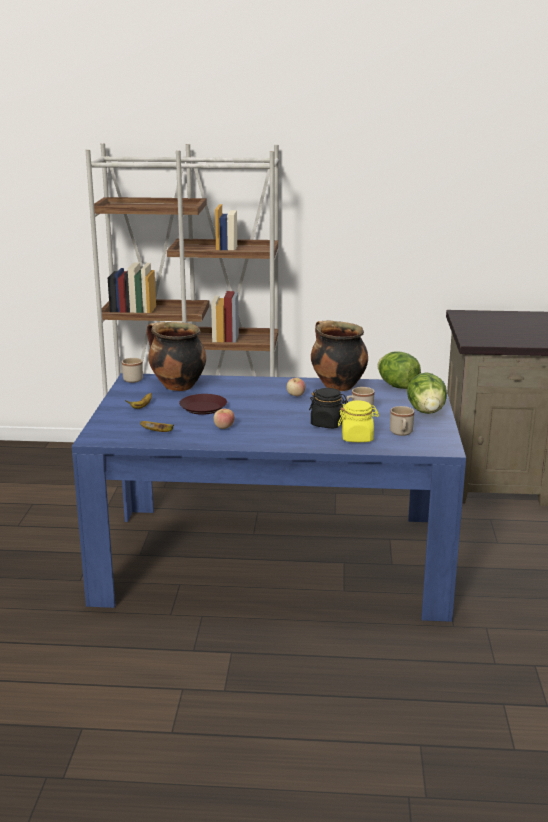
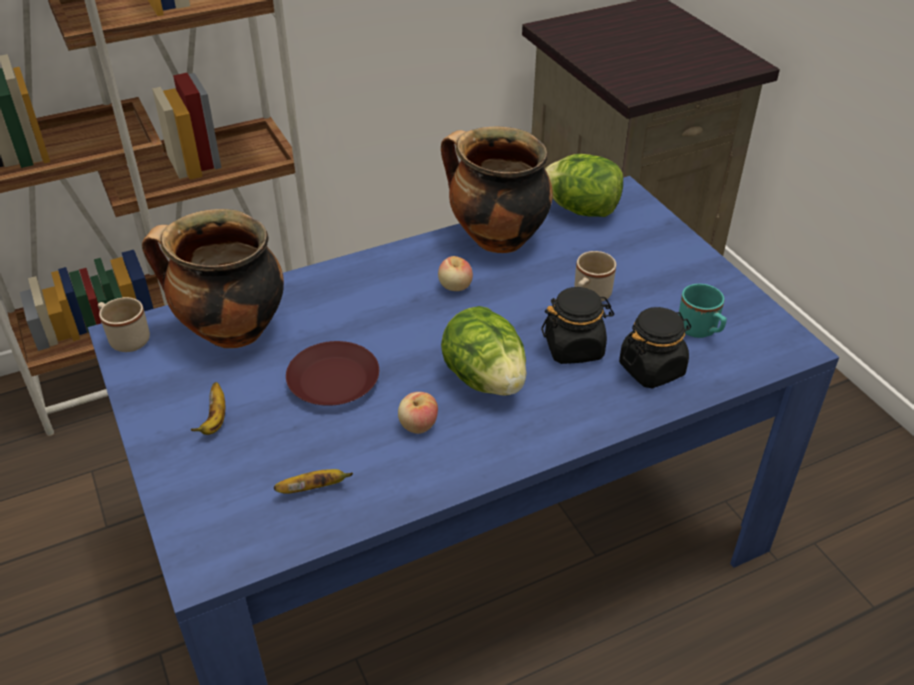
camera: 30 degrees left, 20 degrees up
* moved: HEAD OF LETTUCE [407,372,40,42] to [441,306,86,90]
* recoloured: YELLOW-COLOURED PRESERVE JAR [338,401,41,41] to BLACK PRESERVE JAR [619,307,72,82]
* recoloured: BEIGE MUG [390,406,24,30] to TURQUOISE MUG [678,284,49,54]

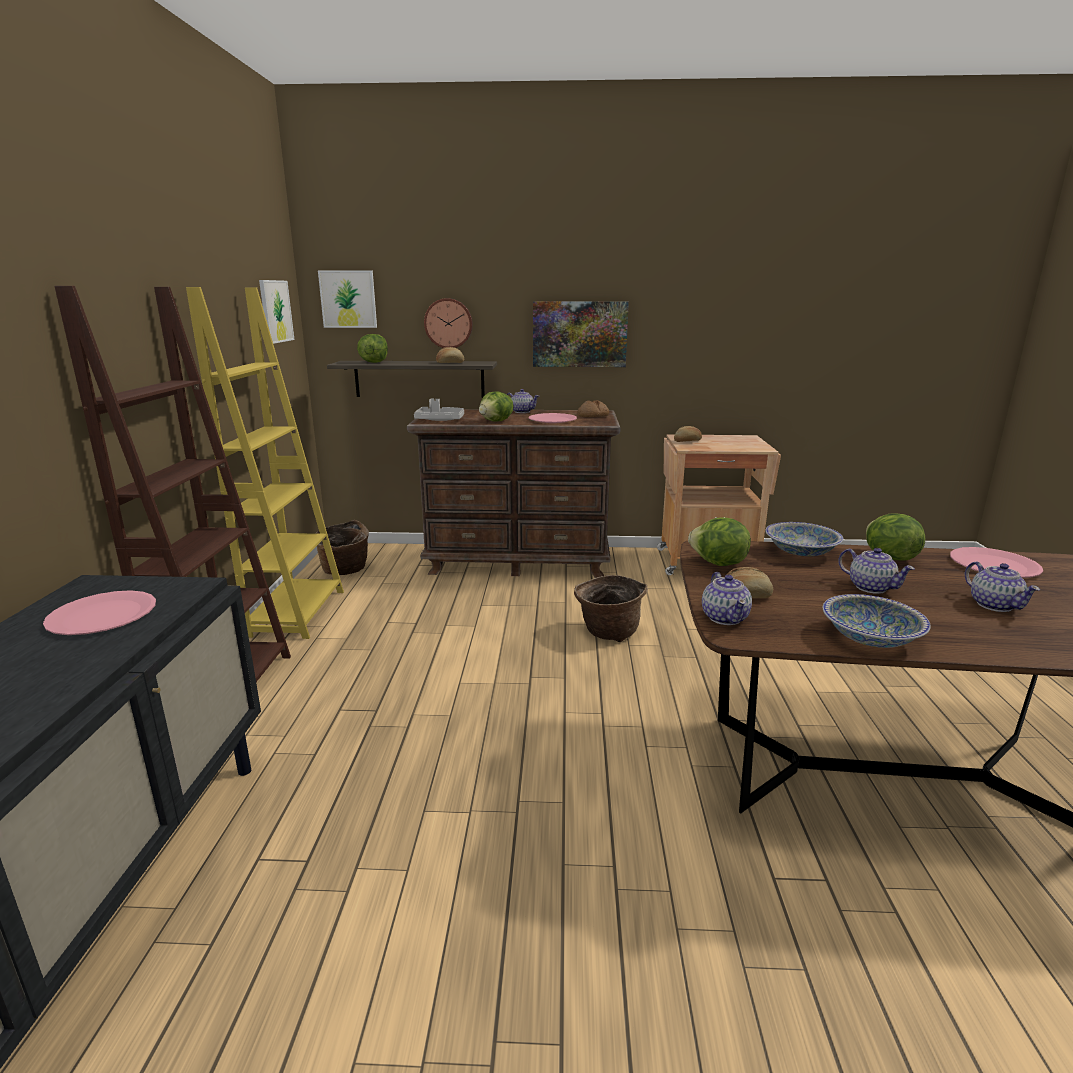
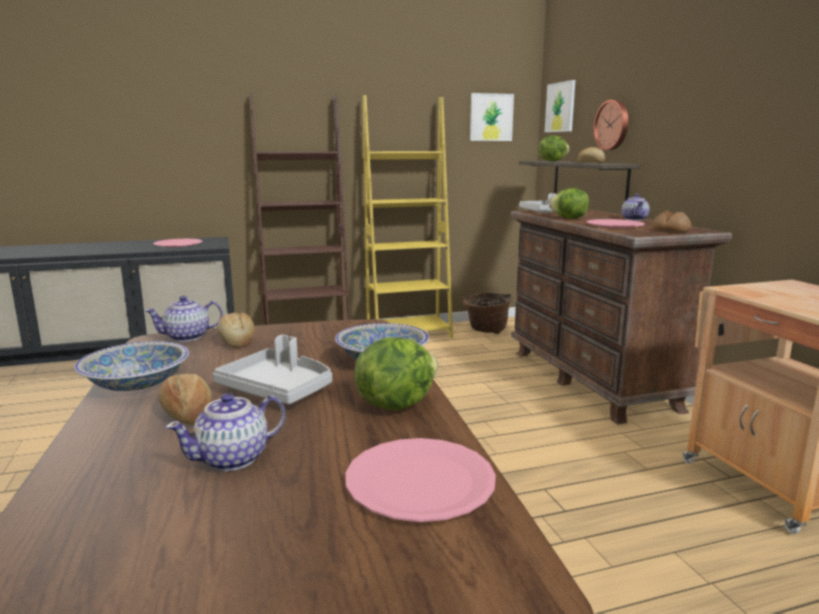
camera: 70 degrees right, 5 degrees down
* removed: WALL PICTURE [533,301,96,66]
* moved: BREAD [674,426,28,16] to [159,374,53,50]
* removed: HEAD OF LETTUCE [688,517,63,49]
* replaced: TEAPOT [838,548,77,46] to GREY CARRYING TRAY [213,335,119,69]
* removed: HOUSEHOLD BASKET [574,575,74,67]

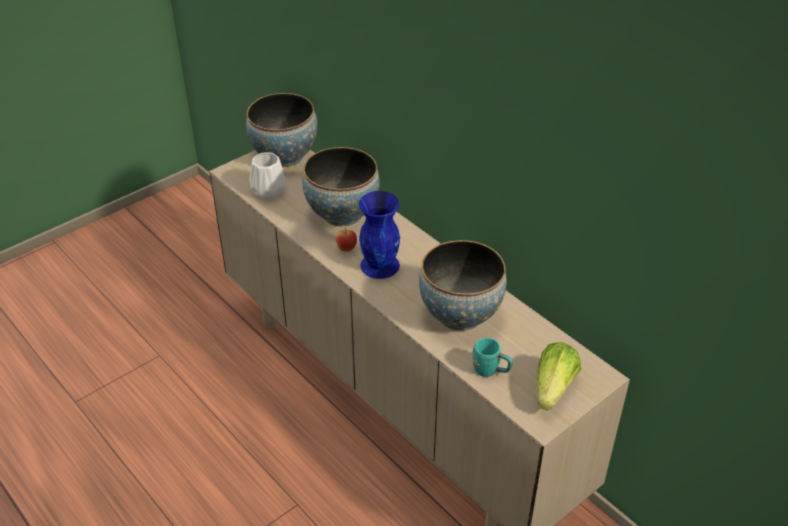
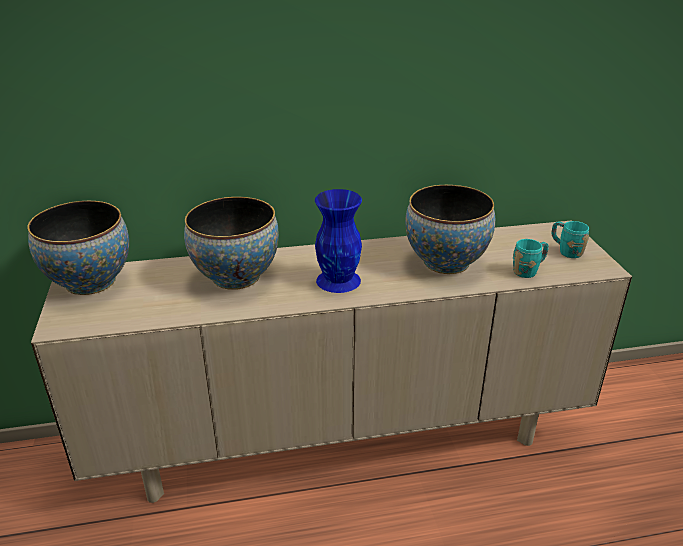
camera: 60 degrees left, 10 degrees down
* removed: WHITISH VASE [249,152,37,47]
* removed: APPLE FRUIT [336,228,21,24]
* replaced: HEAD OF LETTUCE [536,342,45,69] to TURQUOISE MUG [552,221,37,37]

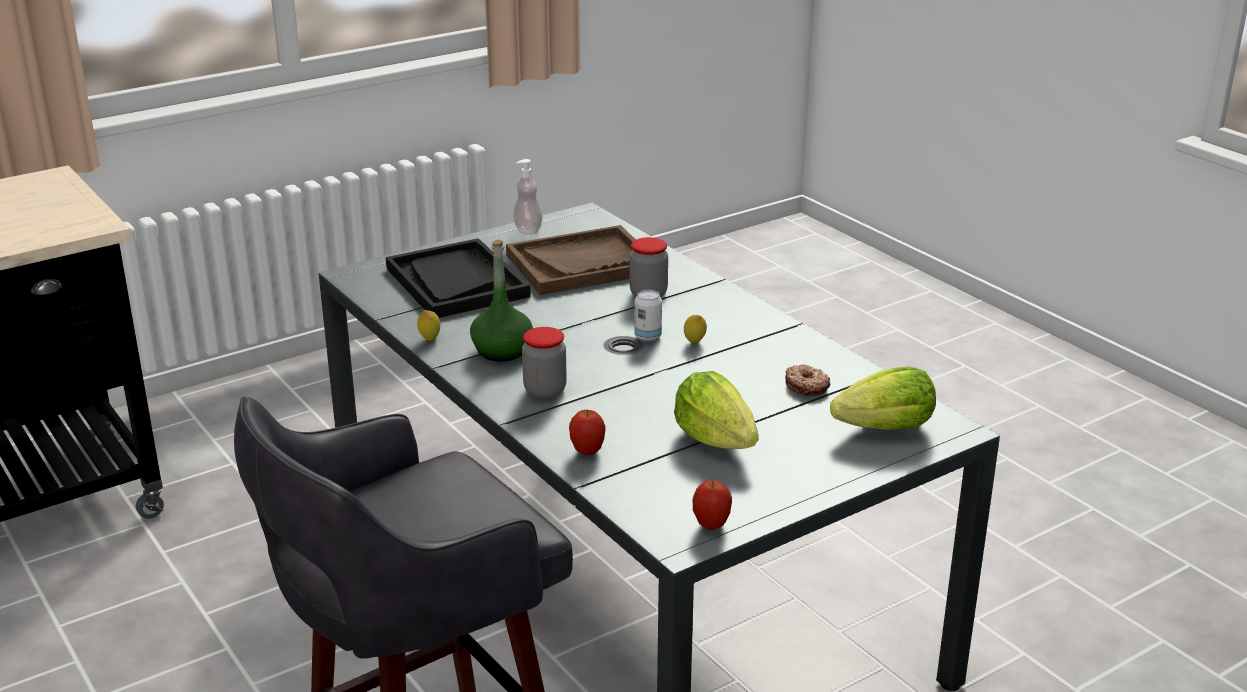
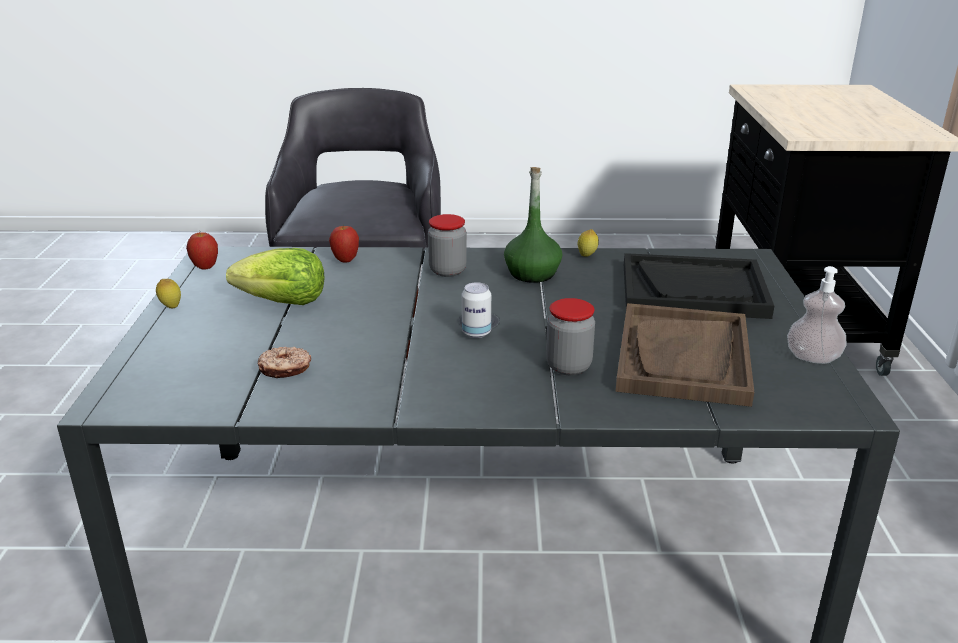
camera: 125 degrees right, 0 degrees up
* moved: WHOLE LEMON [684,315,23,28] to [156,279,25,29]
* removed: HEAD OF LETTUCE [830,367,106,63]

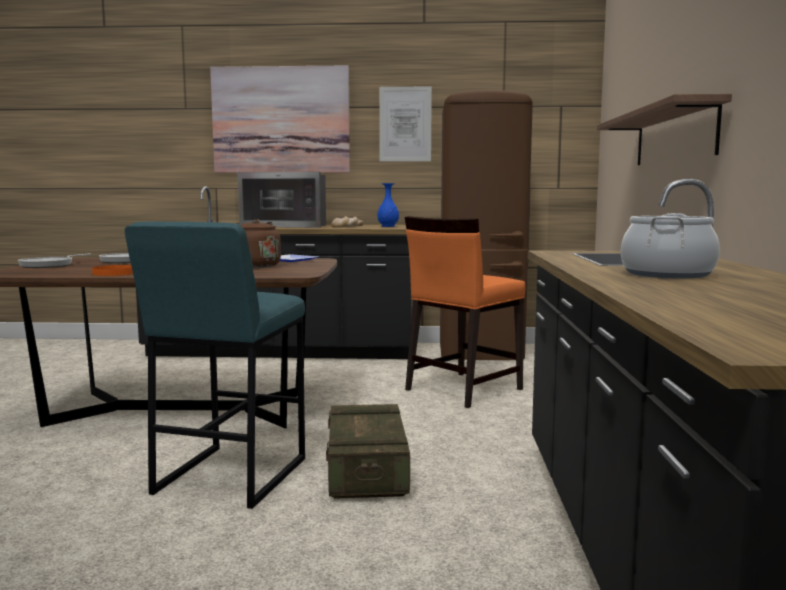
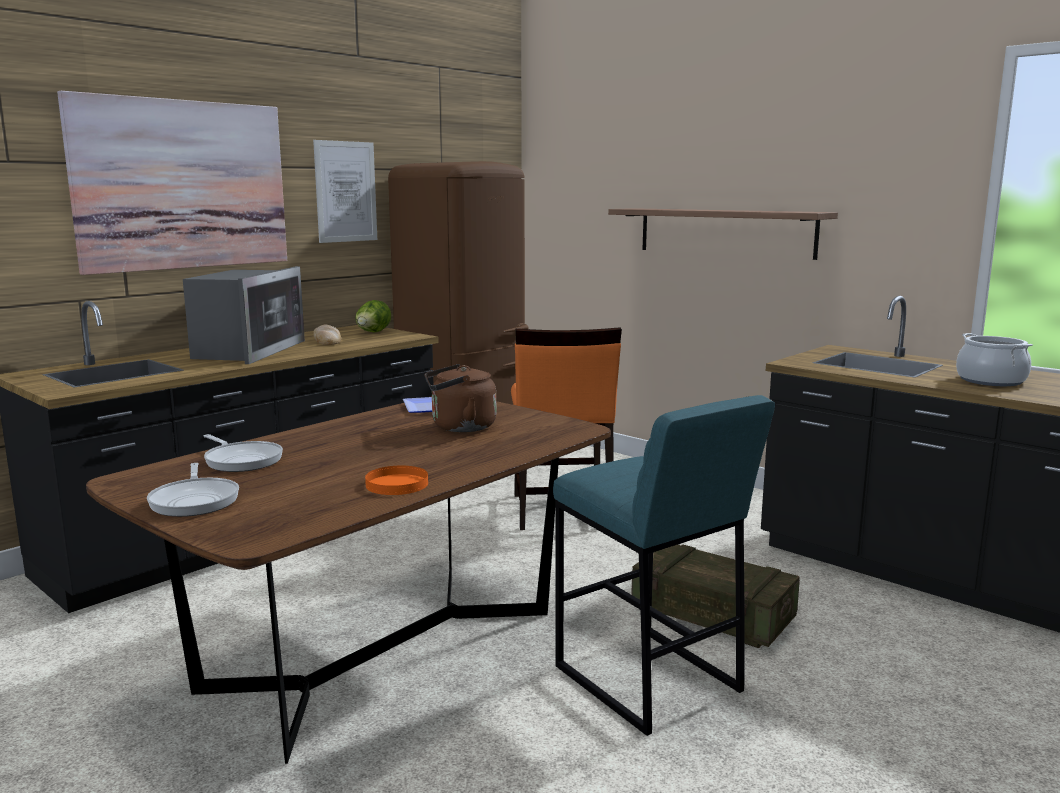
camera: 50 degrees left, 5 degrees up
* turned: MICROWAVE [237,172,89,56] = [183,266,122,98] 45 degrees counterclockwise
* replaced: BLUISH VASE [377,183,22,44] to HEAD OF LETTUCE [355,300,36,32]

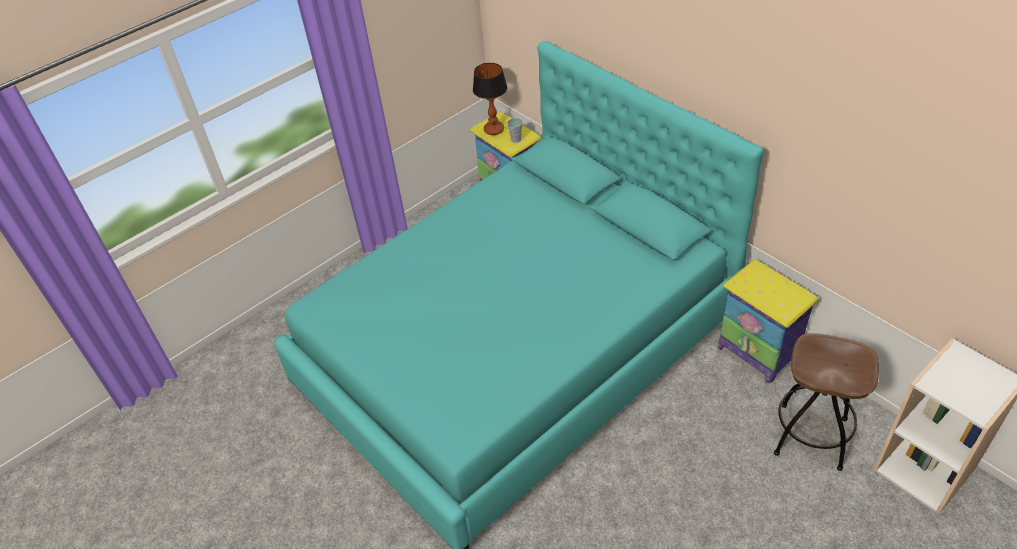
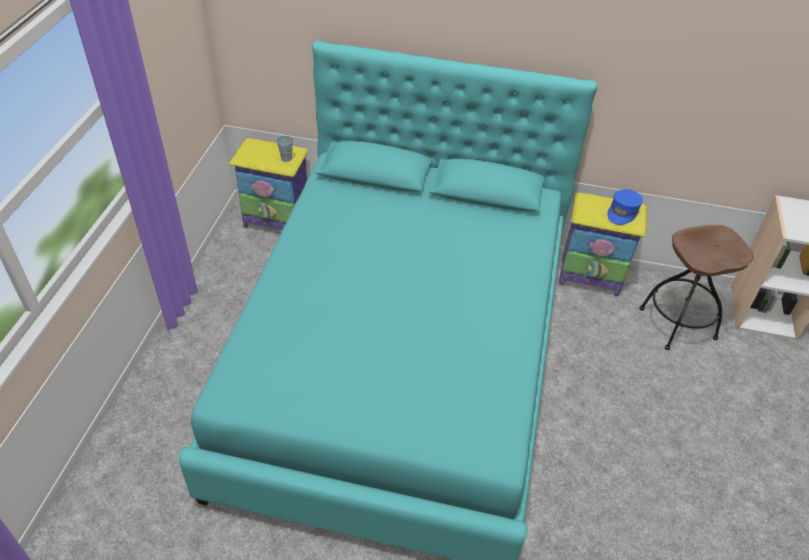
camera: 40 degrees left, 0 degrees up
* removed: TABLE LAMP [473,63,34,72]
* added: BLUISH PEAKED CAP [607,189,36,36]

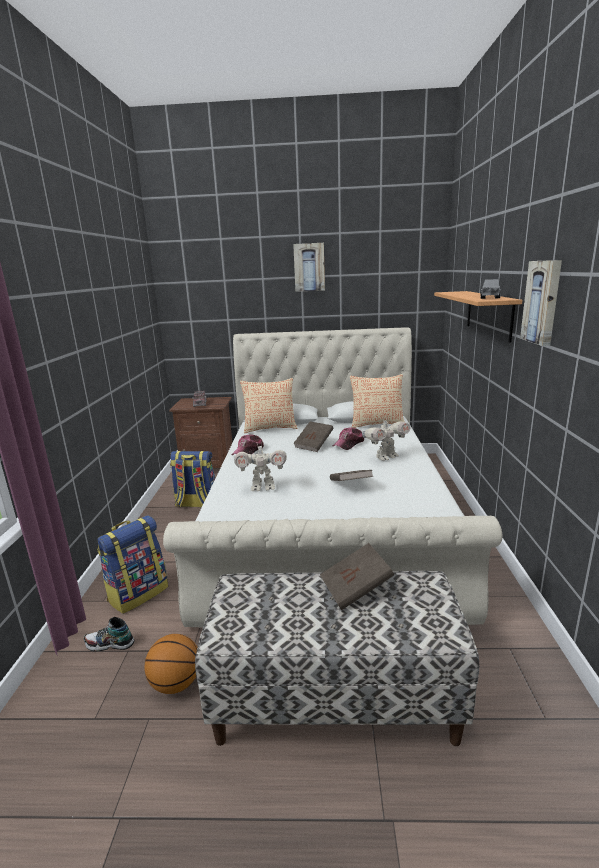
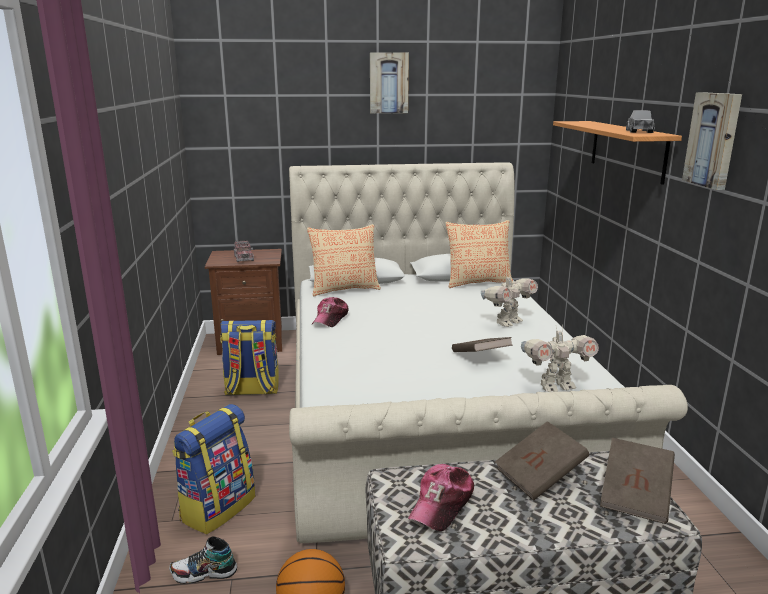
camera: 10 degrees left, 0 degrees up
* moved: BROWNISH BOUND BOOK [293,422,40,30] to [600,438,75,86]
* moved: PEAKED CAP [333,427,32,23] to [408,464,66,67]
* moved: MODEL ROBOT [234,444,53,47] to [521,324,78,68]

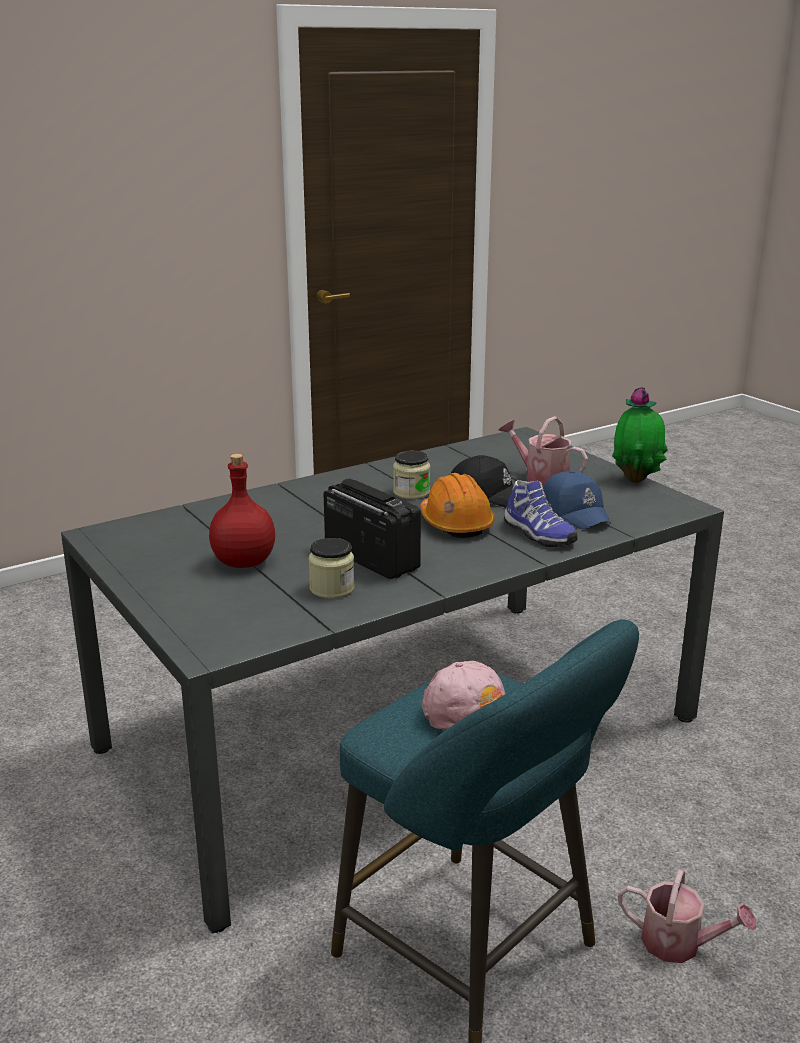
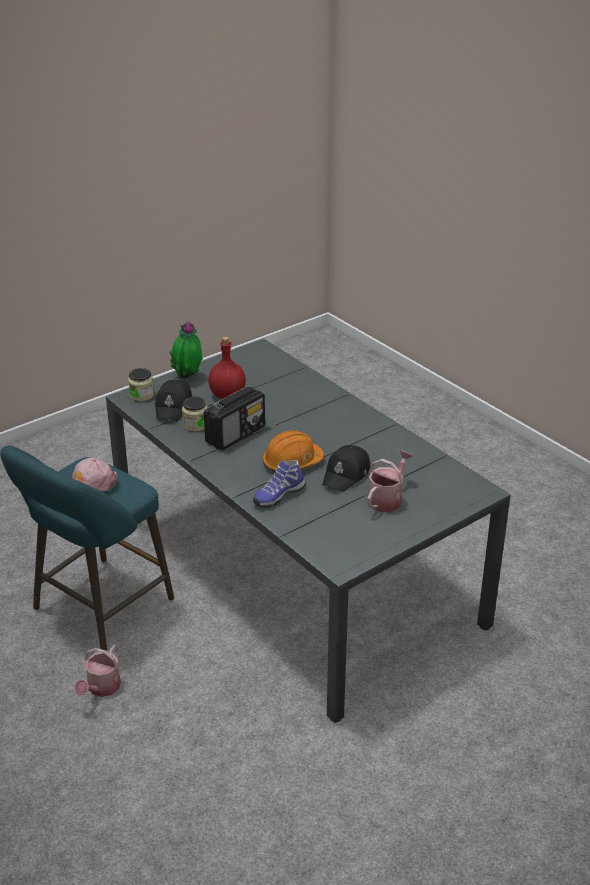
camera: 85 degrees right, 10 degrees up
* moved: HOUSEPLANT [612,387,56,96] to [169,321,34,58]
* moved: PRESERVE JAR [393,450,37,49] to [128,368,26,33]
* removed: BLUISH PEAKED CAP [543,470,68,59]
* added: BLACK PEAKED CAP [155,380,37,41]

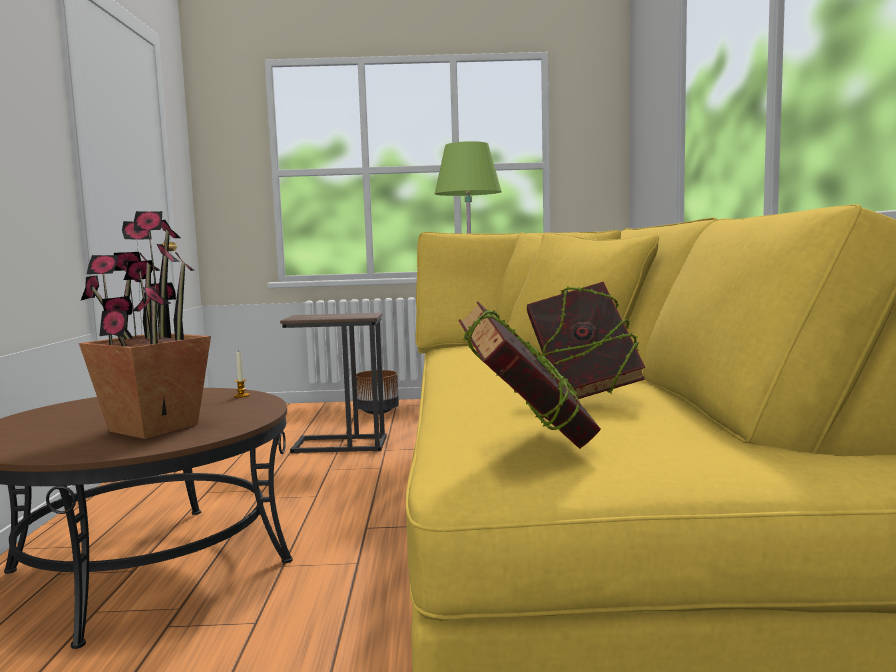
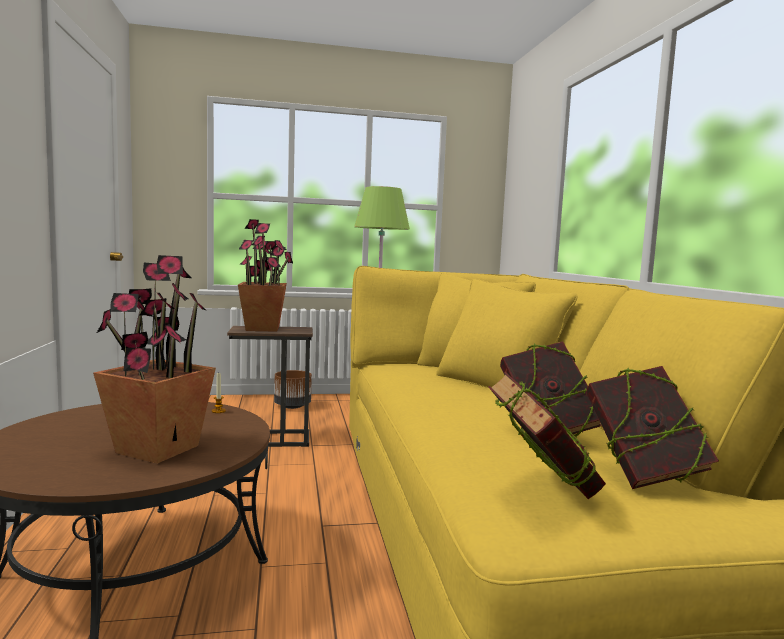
camera: 10 degrees left, 0 degrees up
* added: HOUSEPLANT [238,219,55,113]
* added: BOUND BOOK [586,366,133,123]

